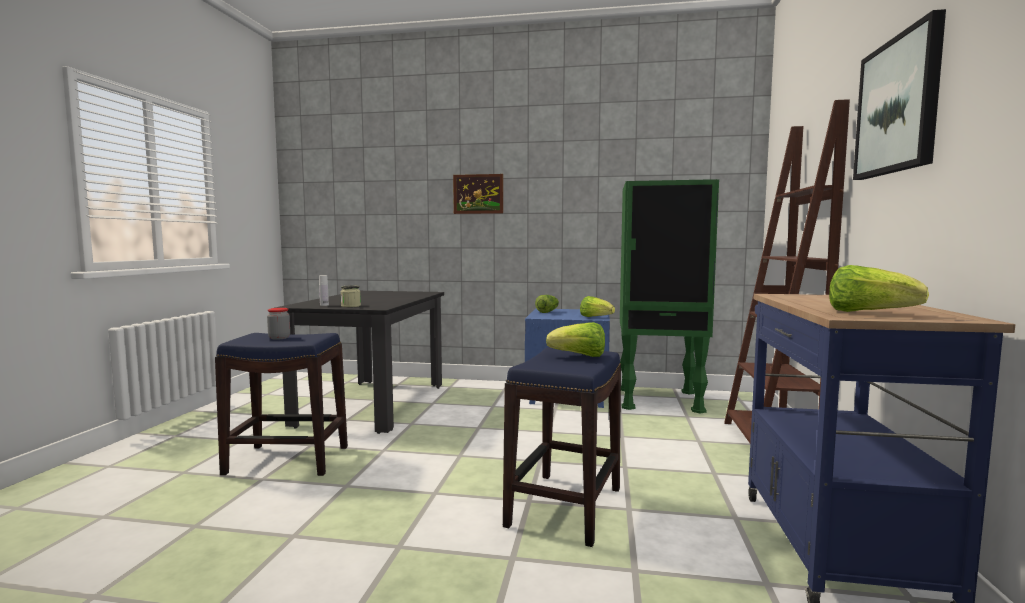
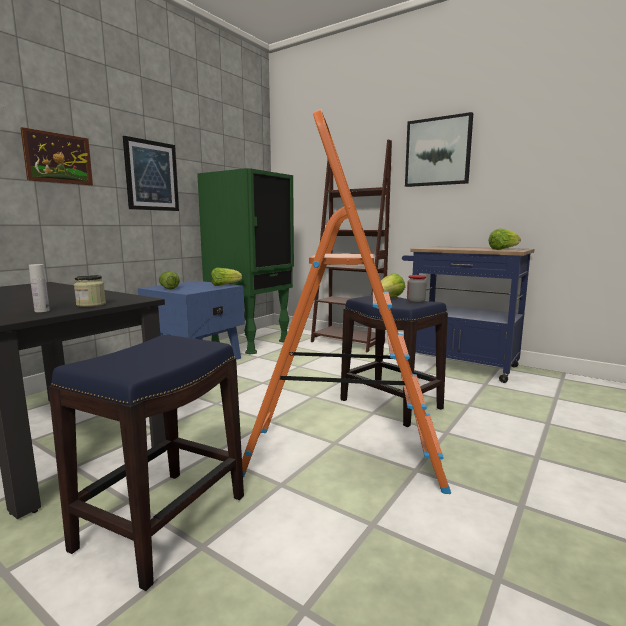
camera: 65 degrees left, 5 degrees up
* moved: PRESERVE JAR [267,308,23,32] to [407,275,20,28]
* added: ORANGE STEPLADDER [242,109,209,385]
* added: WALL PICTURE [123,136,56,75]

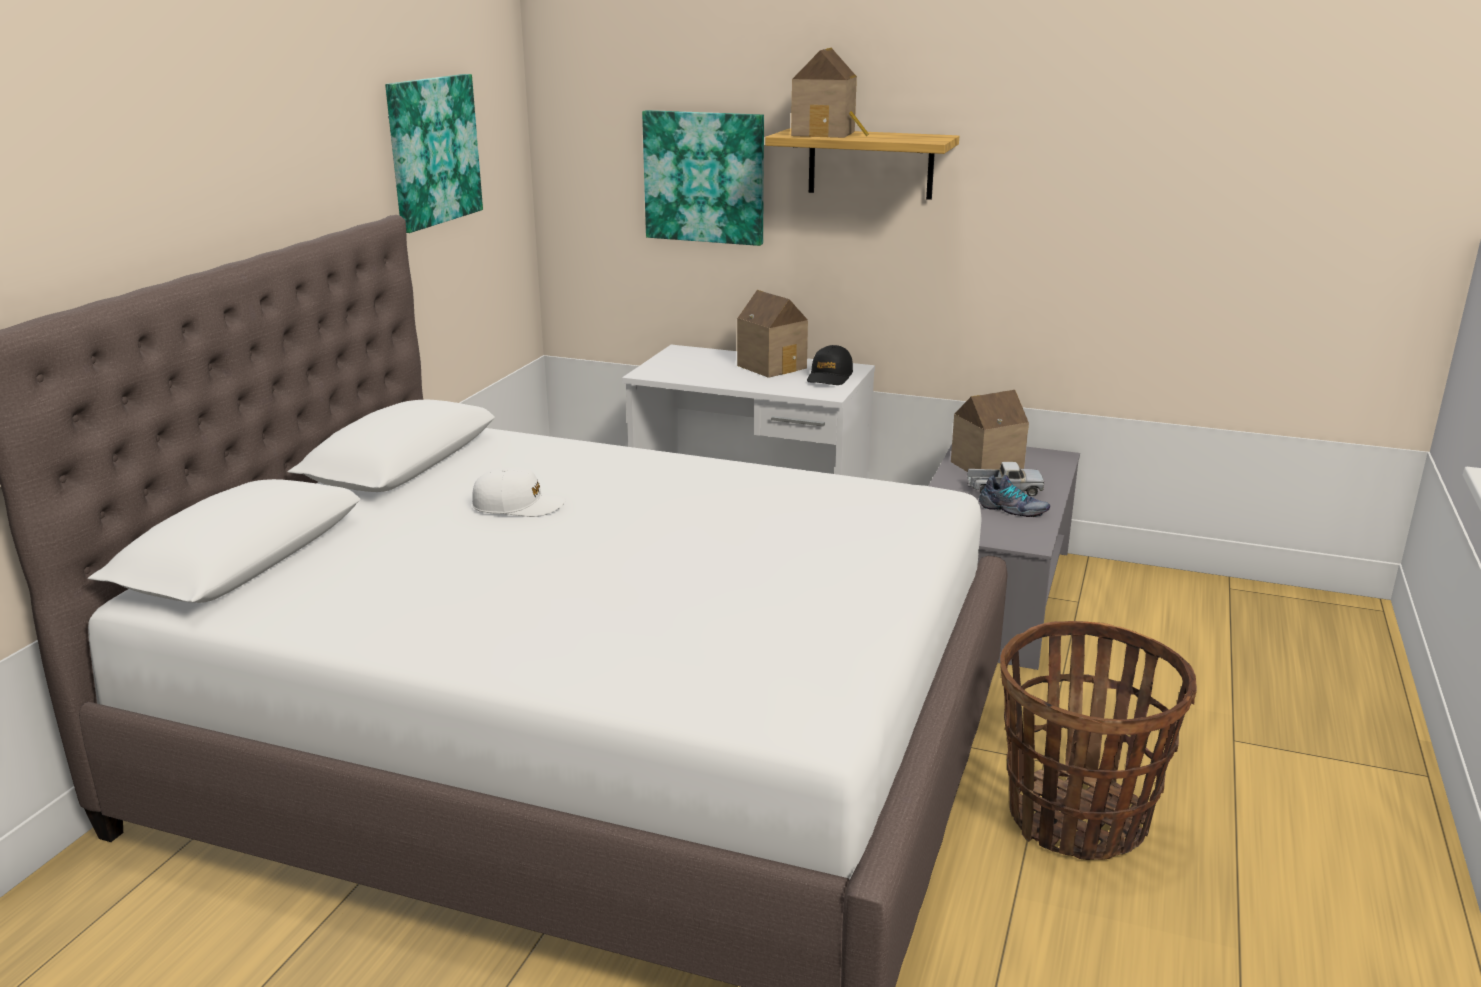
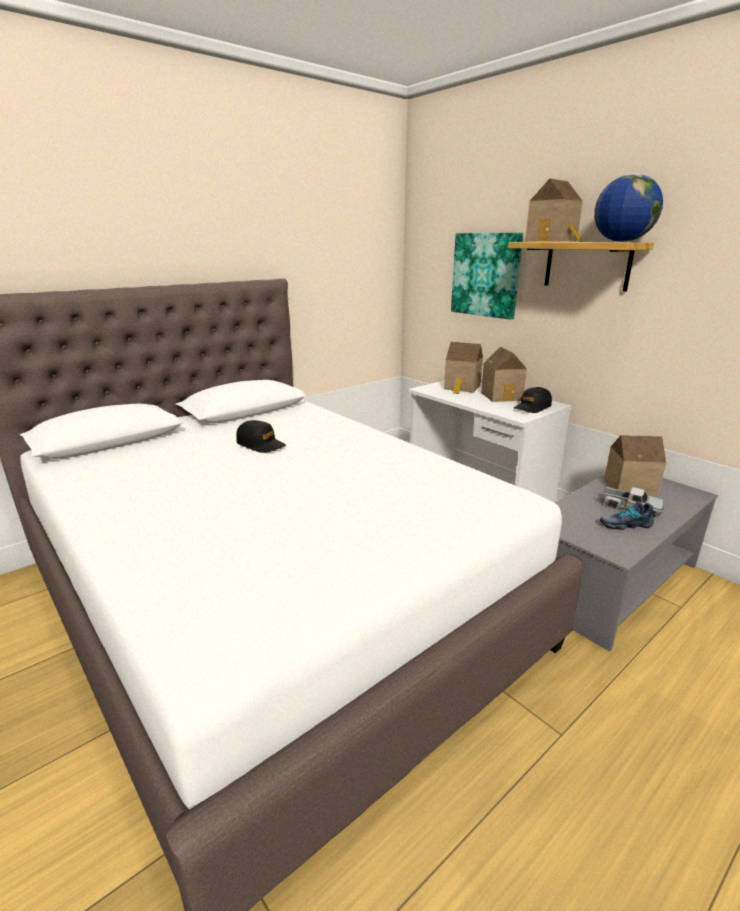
camera: 30 degrees right, 0 degrees up
* removed: WALL PICTURE [385,74,98,159]
* recoloured: WHITISH PEAKED CAP [472,468,94,49] to BLACK PEAKED CAP [236,420,50,33]
* turned: ITEM OF FOOTWEAR [979,475,71,42] = [600,501,54,29] 120 degrees clockwise
* removed: HOUSEHOLD BASKET [1000,621,197,239]
* added: WORLD GLOBE [594,174,69,68]
* added: MINIATURE HOUSE [444,342,39,52]

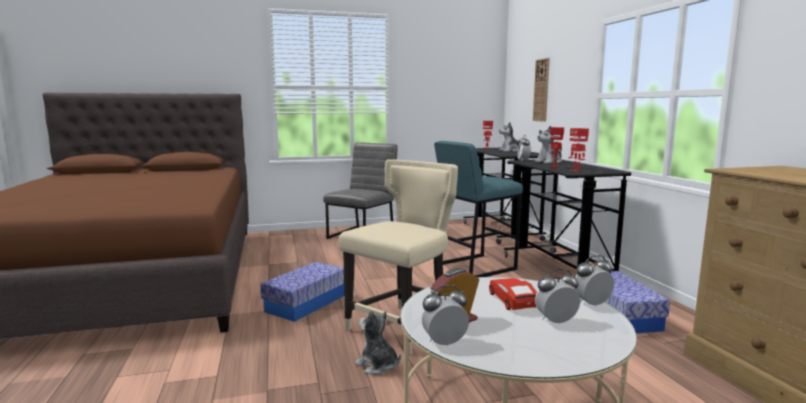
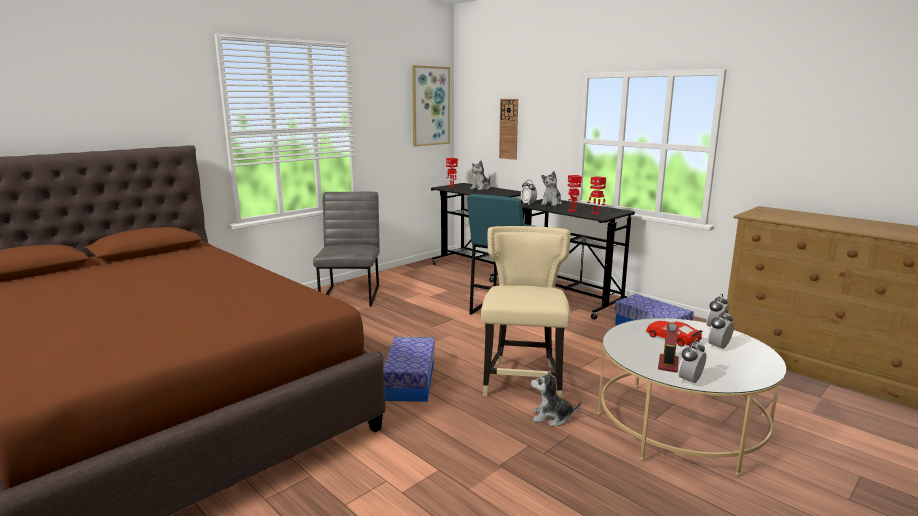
camera: 30 degrees left, 5 degrees up
* added: WALL PICTURE [412,65,38,81]

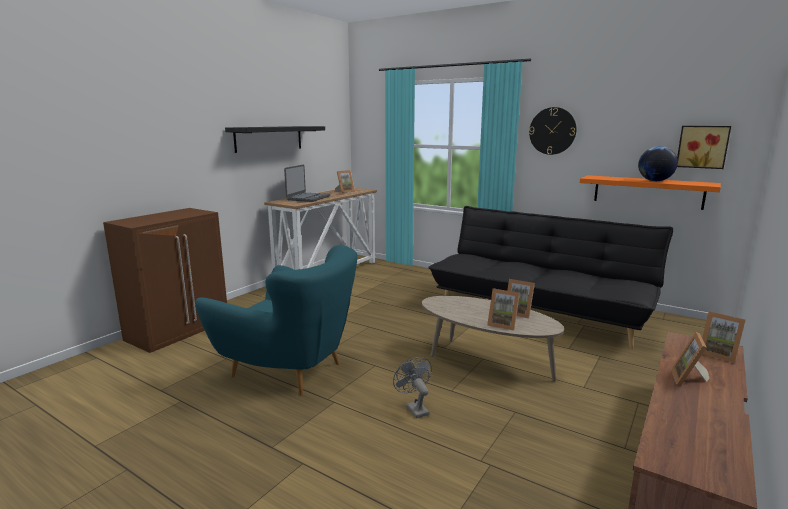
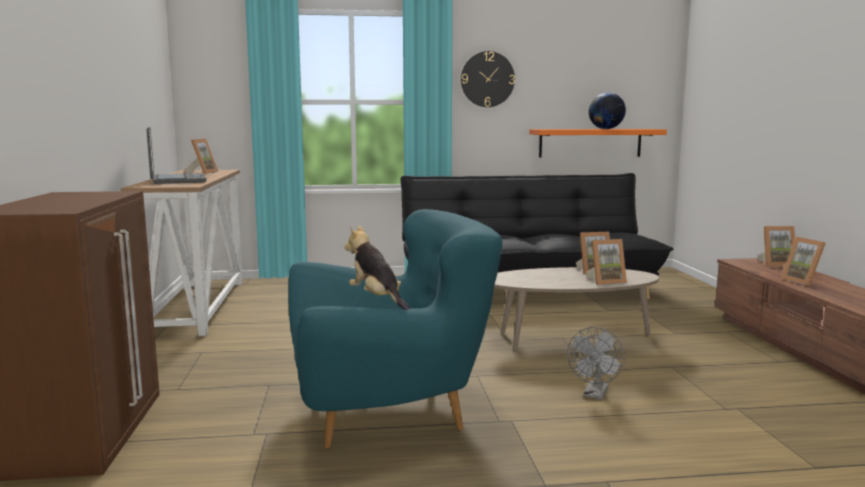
camera: 40 degrees left, 5 degrees down
* removed: BLACK BRACKET SHELF [225,126,100,27]
* removed: WALL PICTURE [677,126,54,43]
* turned: GREY ELECTRIC FAN [393,357,39,61] = [567,327,58,73] 90 degrees counterclockwise
* added: SOFT TOY [344,226,65,84]

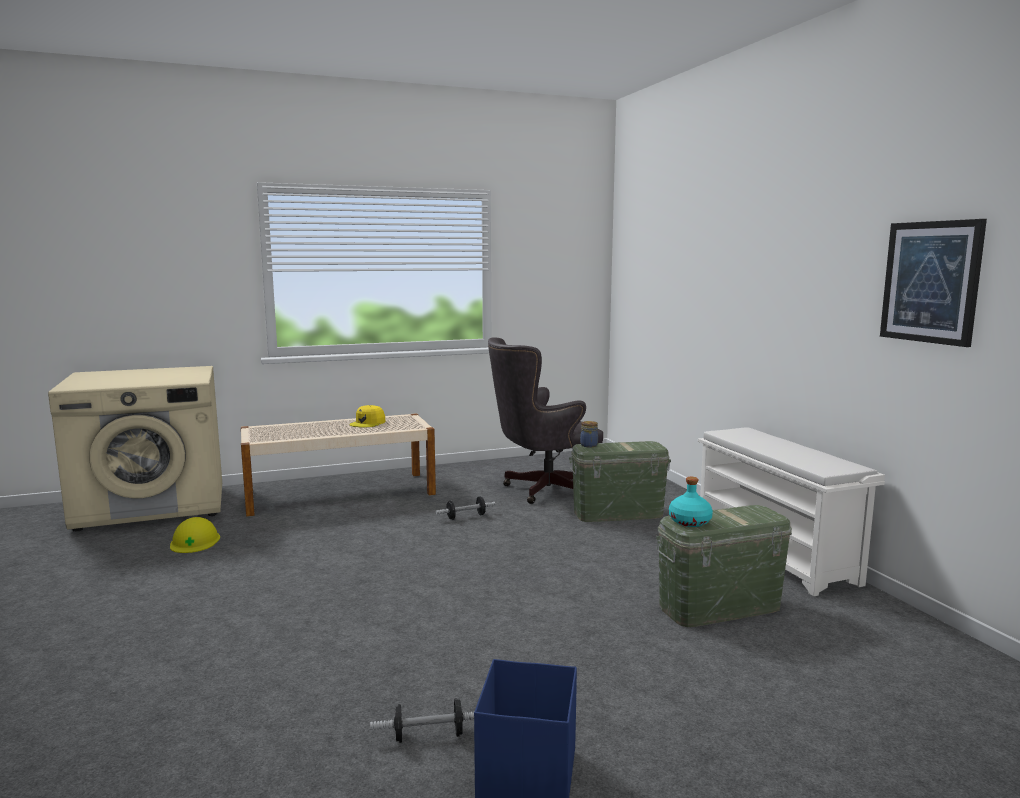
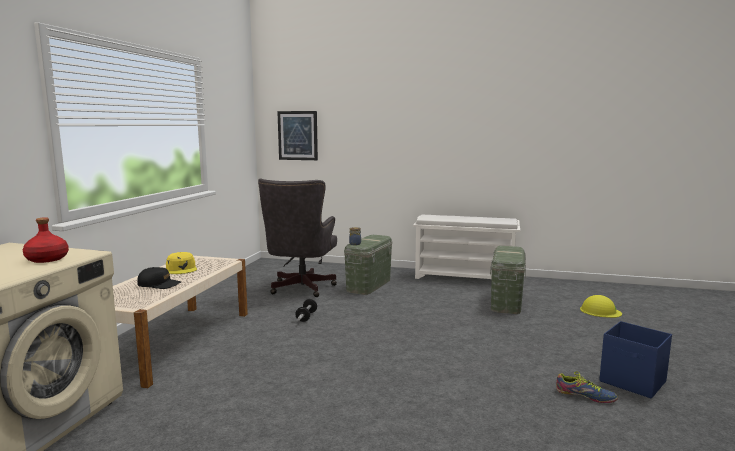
camera: 55 degrees left, 0 degrees up
* moved: WALL PICTURE [880,219,107,128] to [277,111,41,49]
* removed: TURQUOISE BEVERAGE BOTTLE [669,477,44,50]
* moved: YELLOW-COLOURED WORK HELMET [170,517,50,36] to [580,295,42,23]
* replaced: FREE WEIGHT [370,698,104,45] to ITEM OF FOOTWEAR [556,371,62,32]
* added: REDDISH BEVERAGE BOTTLE [23,217,46,46]
* added: BLACK PEAKED CAP [137,267,44,22]

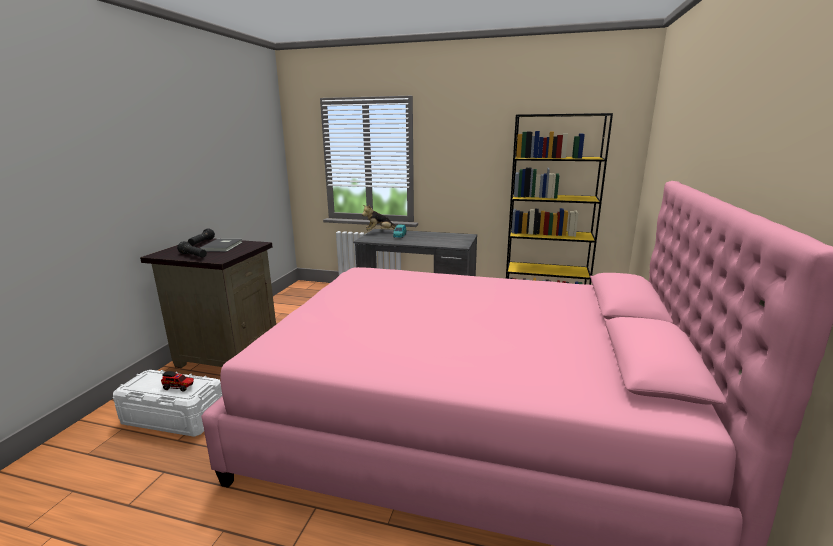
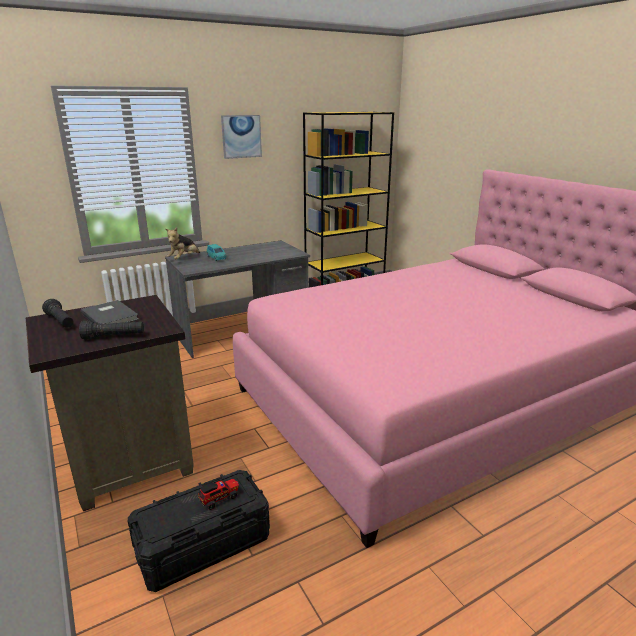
camera: 45 degrees left, 5 degrees up
* recoloured: WHITISH STORAGE BOX [113,370,109,67] to BLACK STORAGE BOX [127,470,143,122]
* added: WALL PICTURE [221,115,41,44]

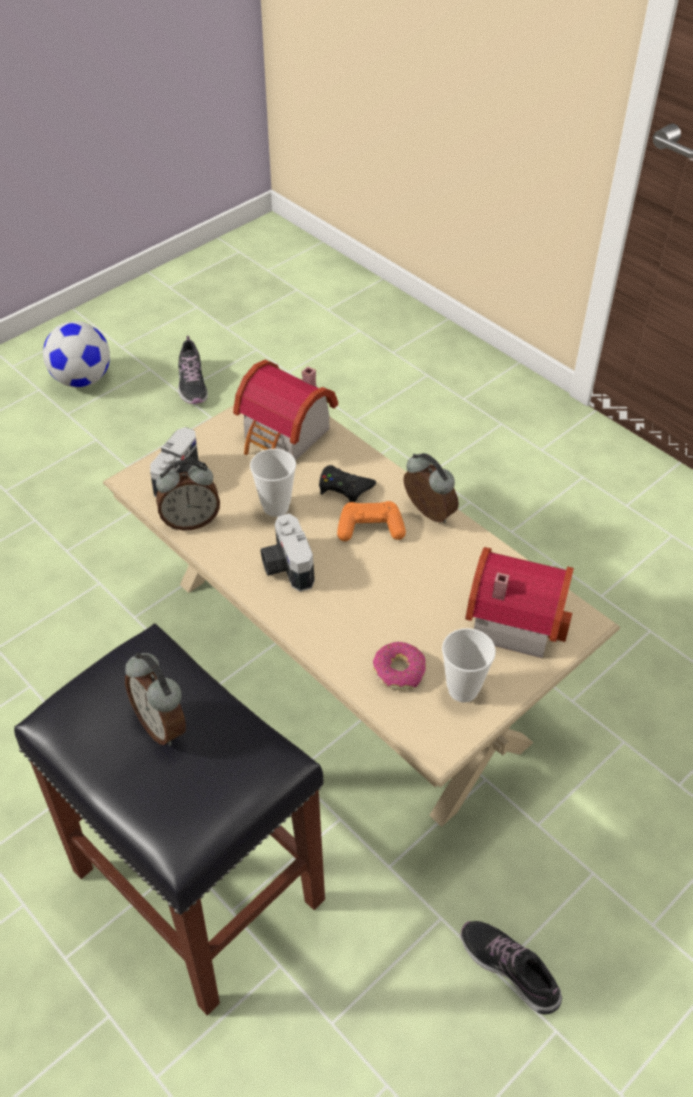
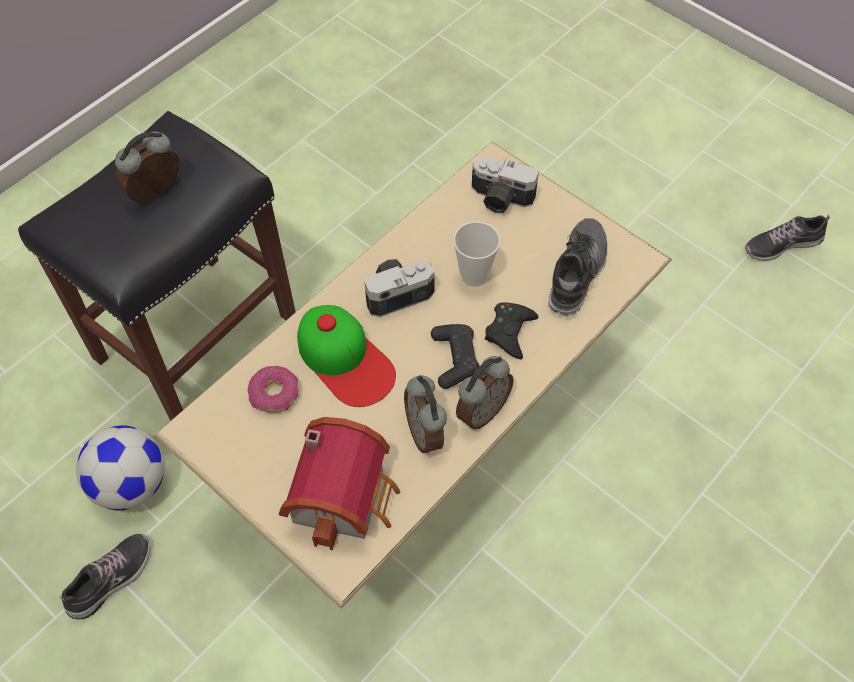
camera: 85 degrees right, 10 degrees up
* moved: BALL FOR FOOTBALL [43,321,67,67] to [76,425,89,86]
* replaced: MINIATURE HOUSE [233,360,105,101] to ITEM OF FOOTWEAR [548,218,60,100]
* moved: BEDSIDE CLOCK [156,460,64,71] to [404,375,43,78]
* recoloured: ORANGE JOYPAD [337,501,69,40] to BLACK JOYPAD [431,324,49,65]
* removed: SMALL CUP [442,628,54,75]
* added: PEAKED CAP [297,305,99,102]

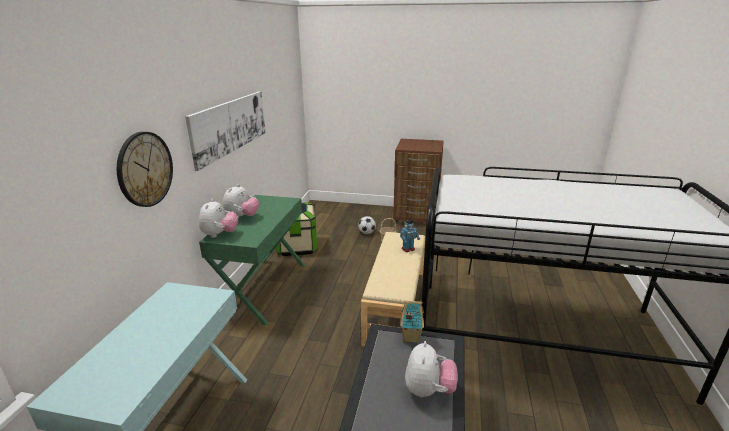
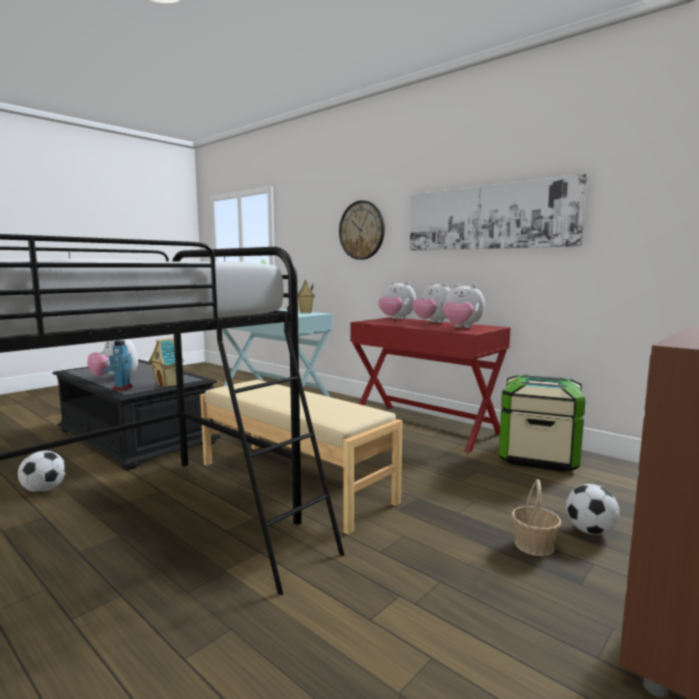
camera: 120 degrees right, 15 degrees down
* recoloured: GREENISH HALL TABLE [199,195,106,130] to REDDISH HALL TABLE [350,317,161,136]
* moved: MODEL ROBOT [400,219,20,33] to [103,340,29,50]
* added: MINIATURE HOUSE [298,280,17,33]
* added: SOFT TOY [443,284,42,44]
* added: BALL FOR FOOTBALL [18,451,48,42]

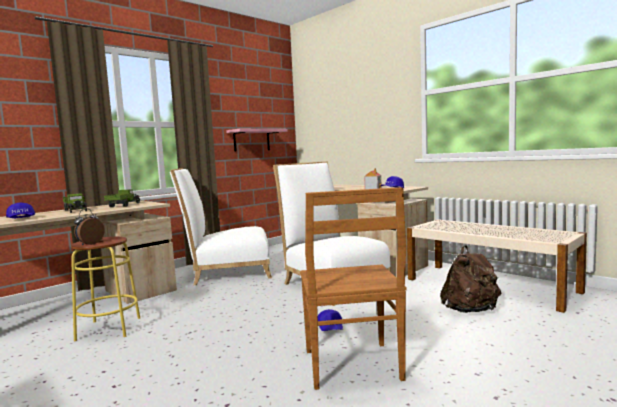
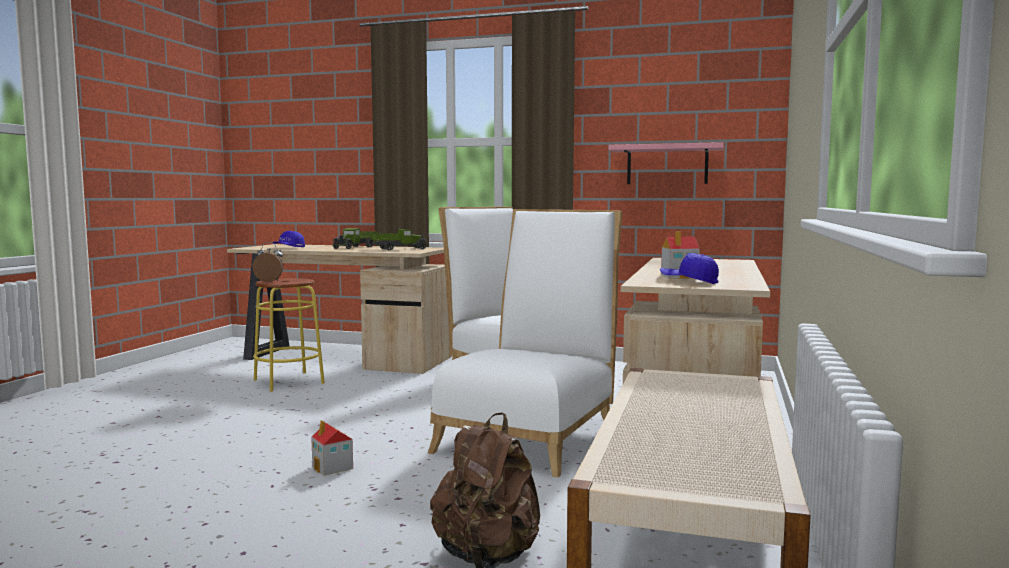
camera: 60 degrees right, 0 degrees up
* removed: BROWNISH PLAIN CHAIR [300,187,107,203]
* replaced: BLUISH PEAKED CAP [318,309,25,22] to MINIATURE HOUSE [311,420,42,56]

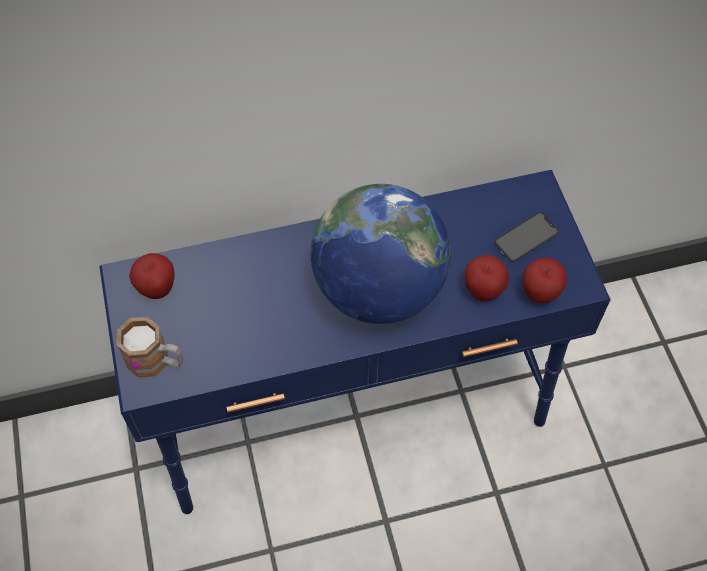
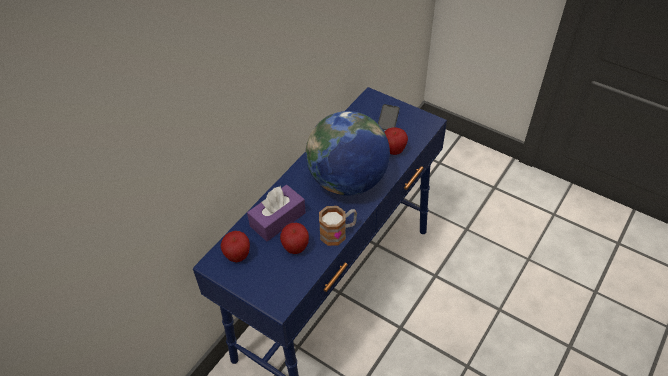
camera: 40 degrees left, 10 degrees down
* moved: APPLE FRUIT [522,257,45,47] to [280,223,29,31]
* moved: MUG [116,317,67,61] to [319,206,38,40]
* added: PURPLE-COLOURED TISSUE BOX [247,185,59,57]

